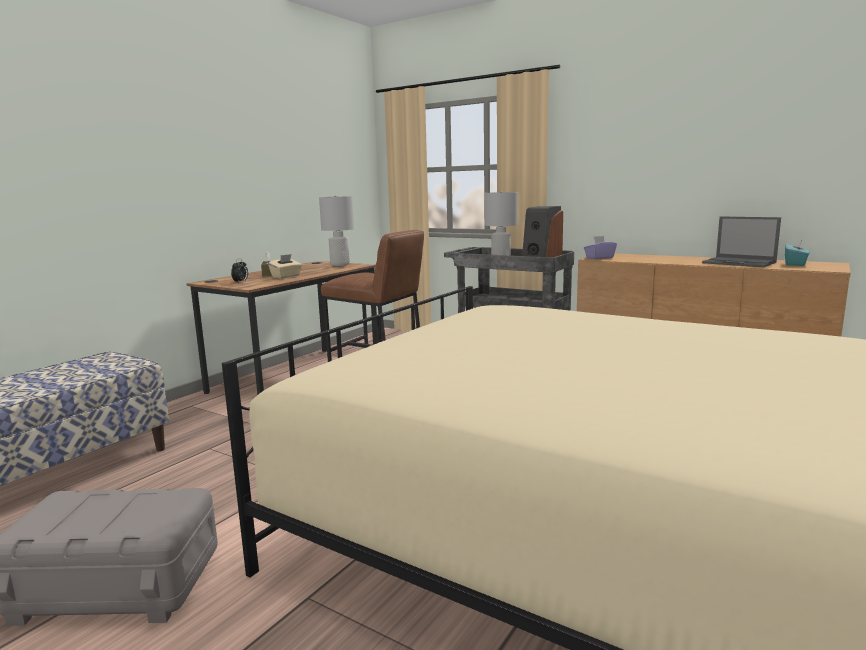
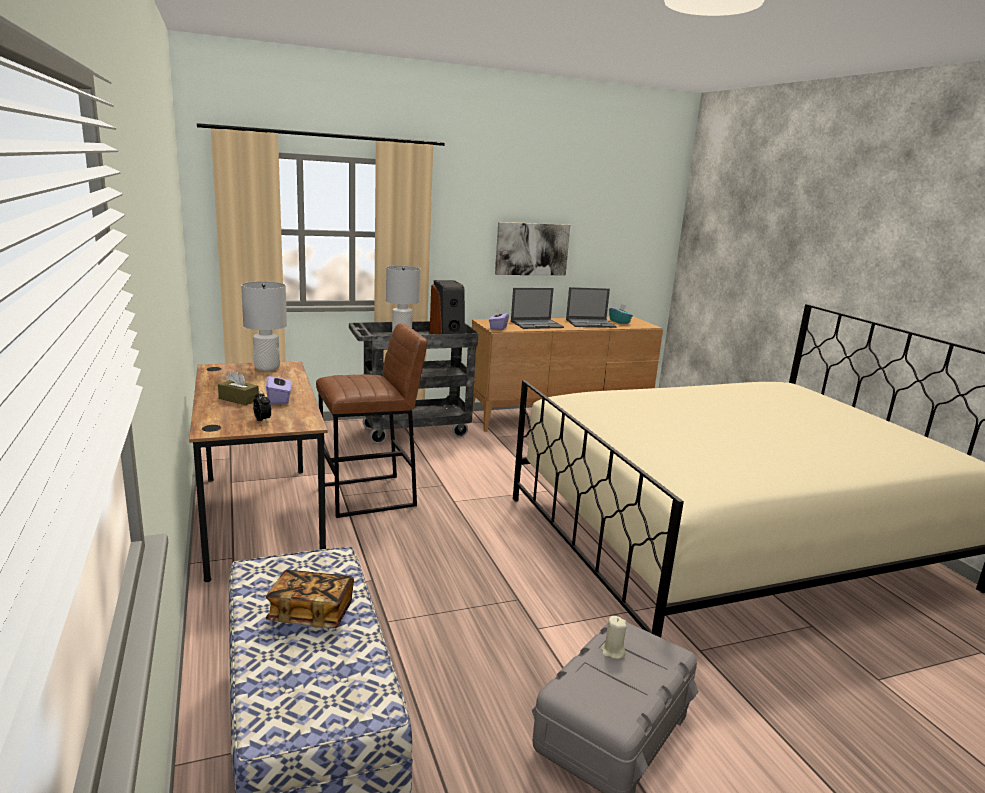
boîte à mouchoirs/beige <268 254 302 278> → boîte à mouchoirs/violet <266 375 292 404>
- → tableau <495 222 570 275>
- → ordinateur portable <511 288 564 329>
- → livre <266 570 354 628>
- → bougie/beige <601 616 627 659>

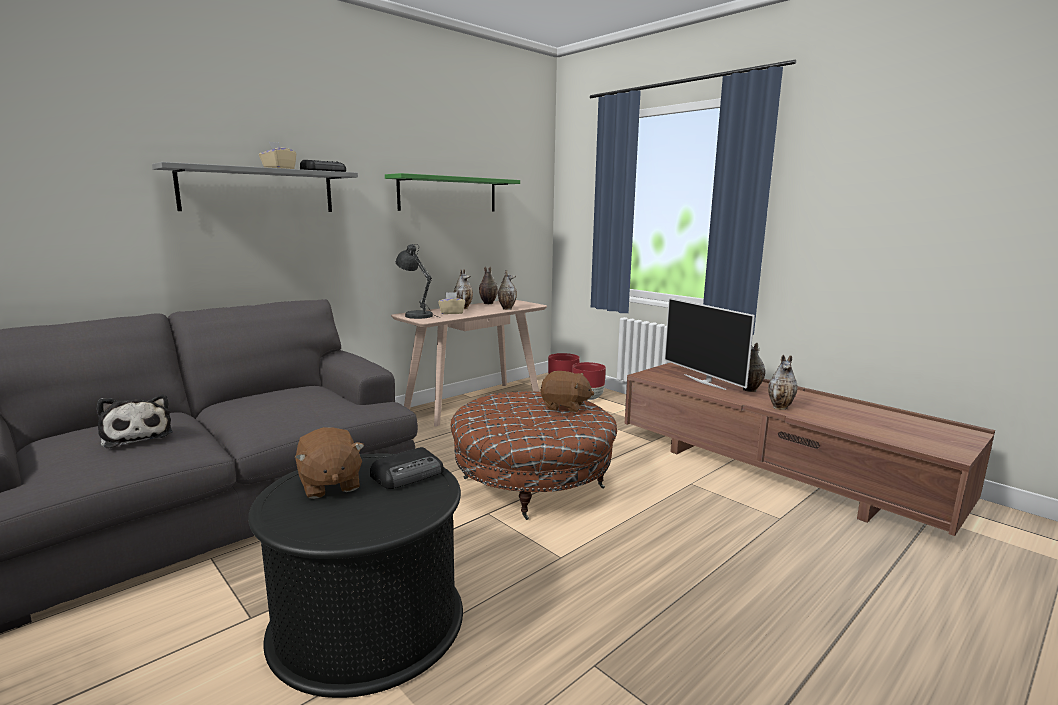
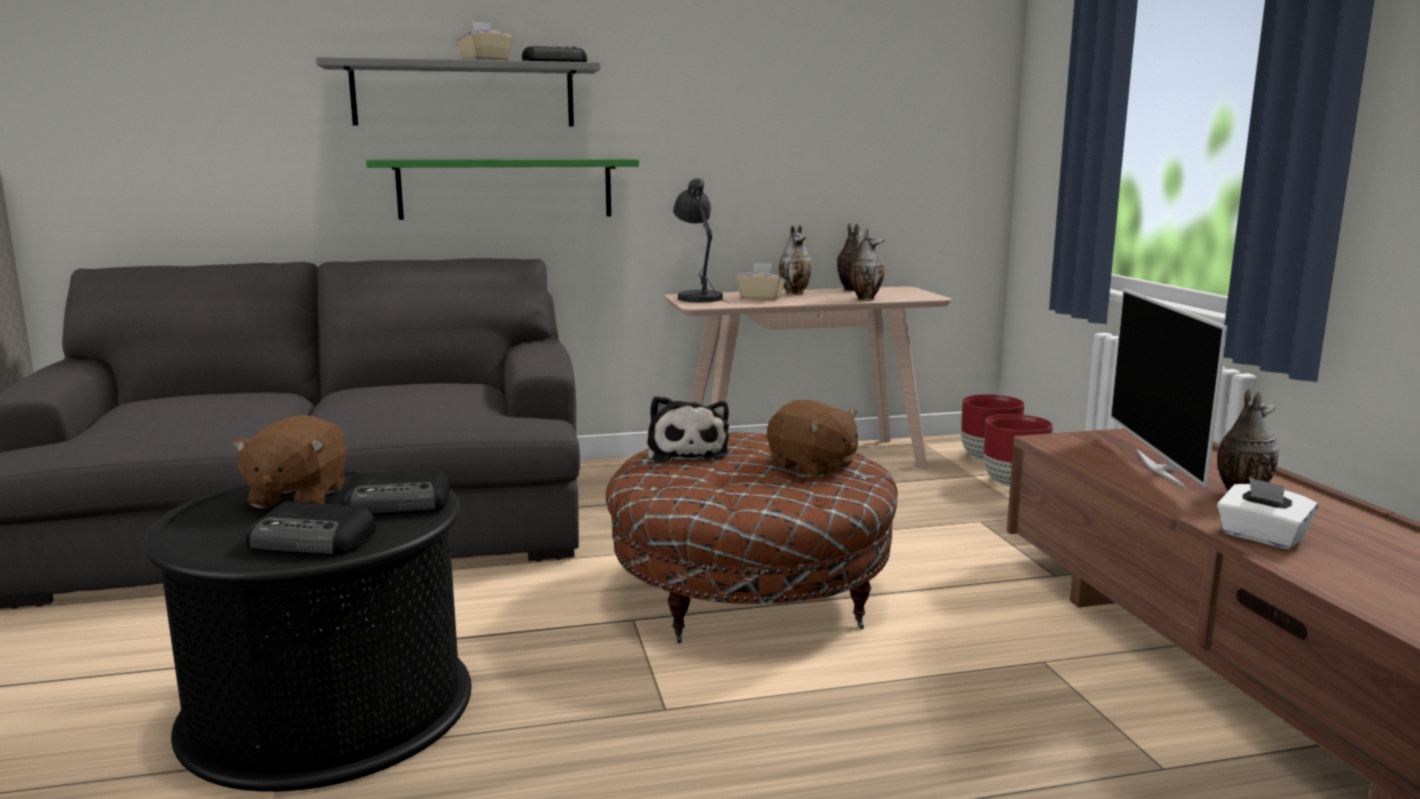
étagère/vert <385 173 520 212> → étagère/vert <366 159 639 220>, moved
vase <768 355 798 410> → boîte à mouchoirs/blanc <1217 477 1318 549>
peluche <97 394 172 449> → peluche <647 396 729 463>, moved
- → radio <246 502 376 555>

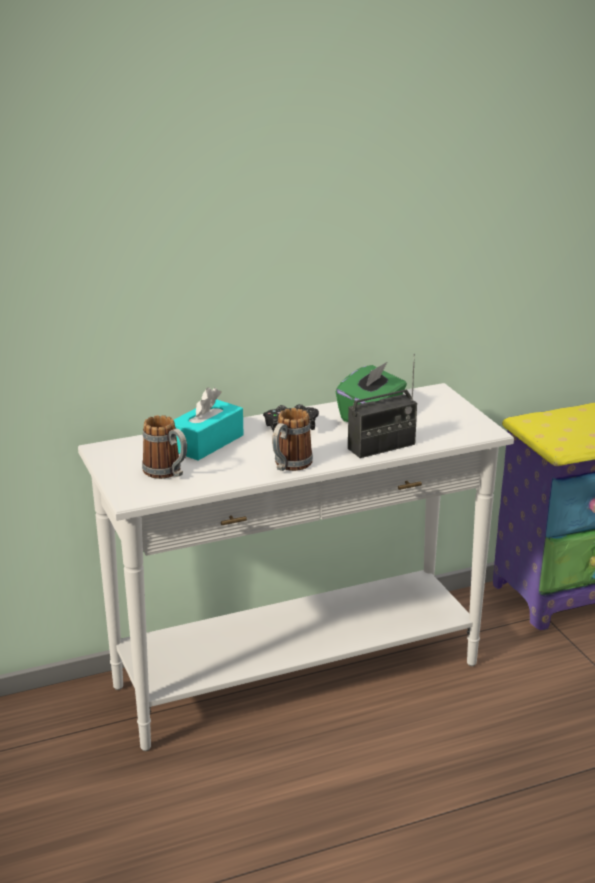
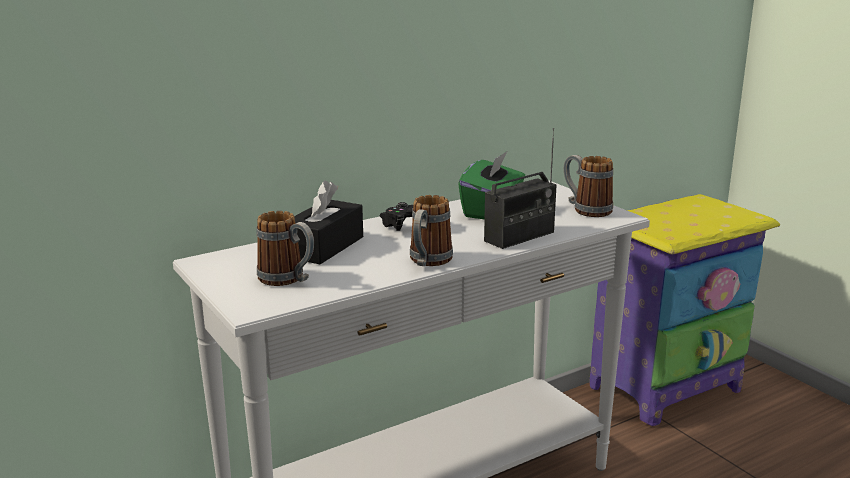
boîte à mouchoirs/turquoise <174 388 244 460> → boîte à mouchoirs/noir <294 180 363 264>
- → mug <564 155 613 217>

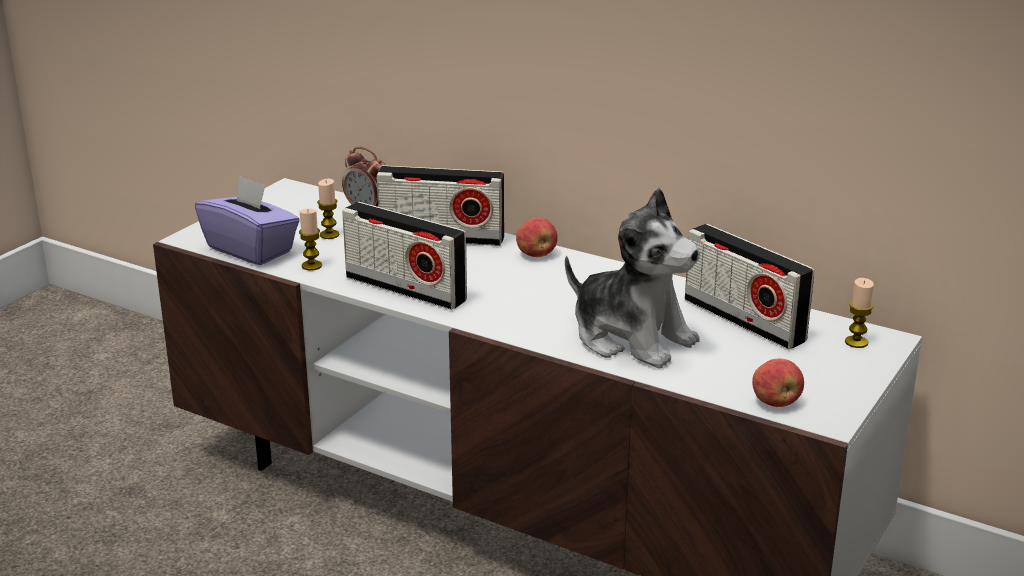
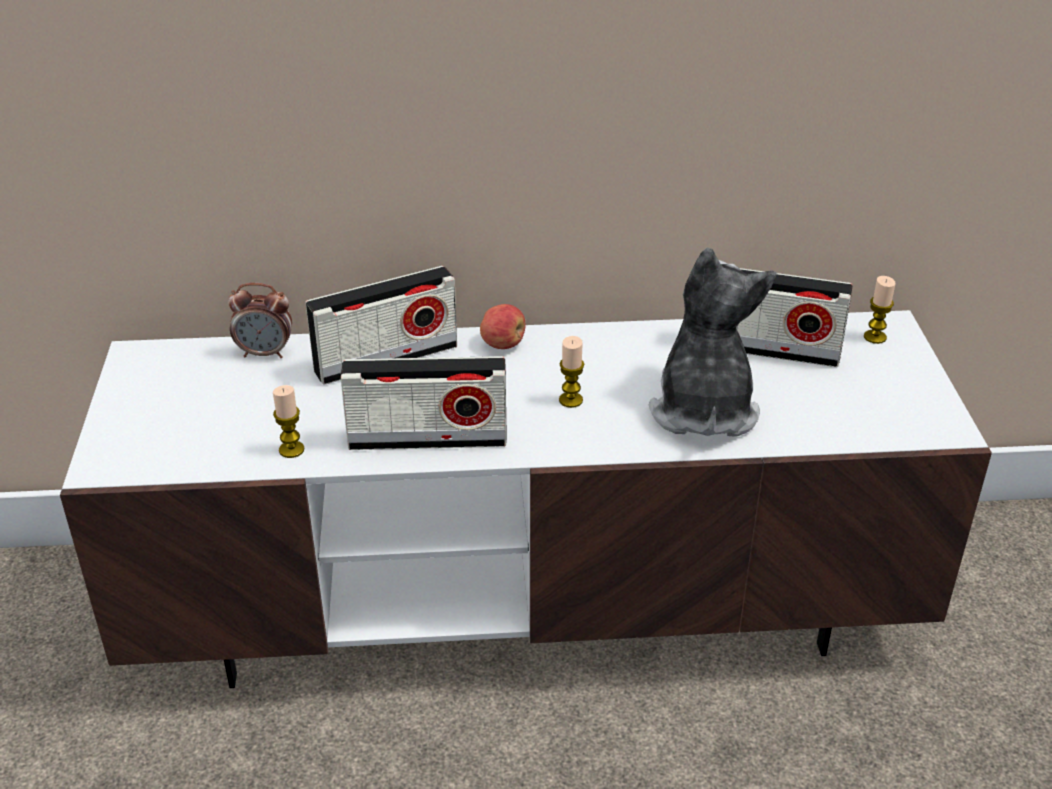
boîte à mouchoirs/violet <195 176 300 265> → -
bougie <317 179 339 239> → bougie <559 336 585 408>, moved
peluche <565 188 700 368> → peluche <649 247 777 437>, 90 degrees counterclockwise
pomme <752 359 804 407> → -

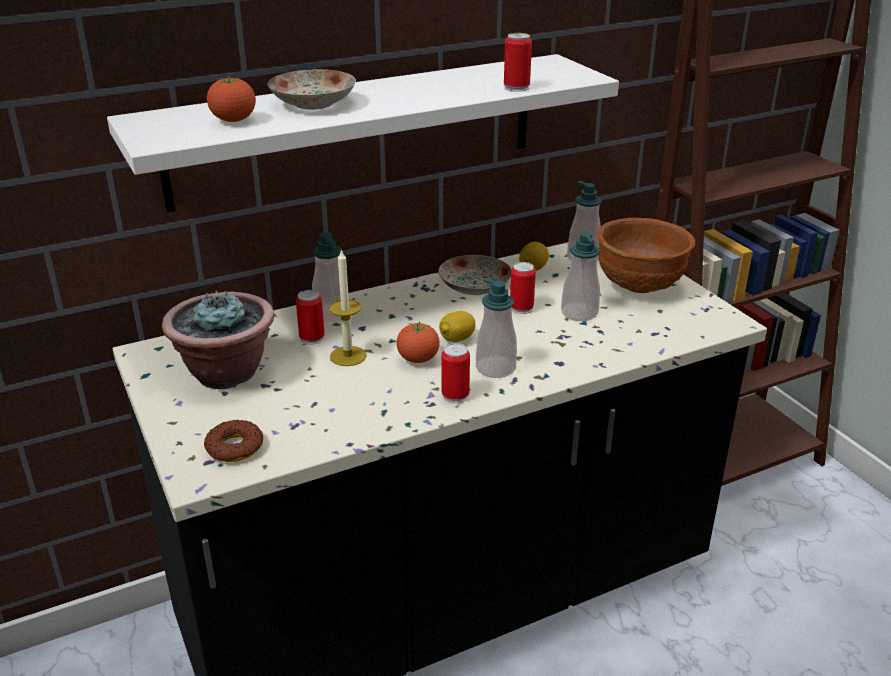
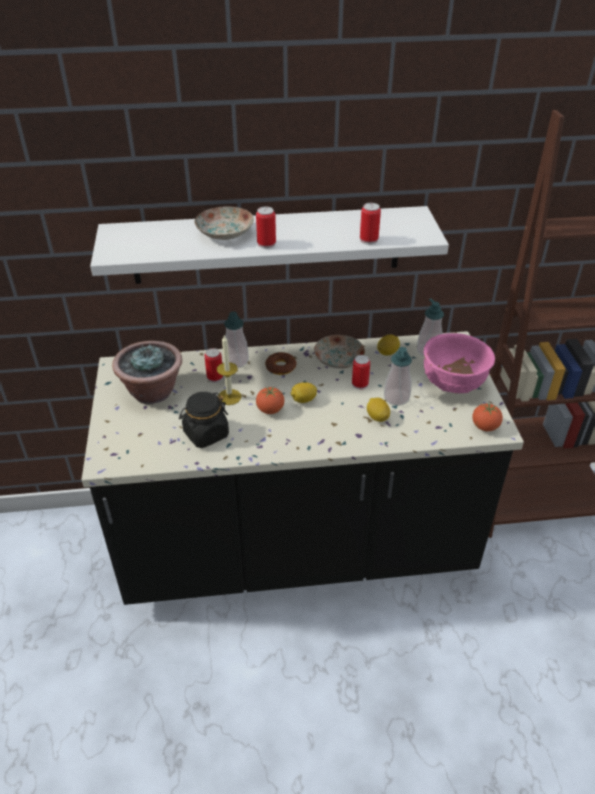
tomate <207 75 256 122> → tomate <472 403 503 431>, moved
bol/marron <597 218 695 293> → bol/rose <424 333 495 393>
distributeur de savon <476 278 517 378> → -
boîte métallique <442 343 470 403> → boîte métallique <256 206 276 249>, moved
beignet <204 420 263 462> → beignet <265 352 297 375>, moved
- → bocal/noir <179 392 229 448>
- → citron <367 398 390 422>

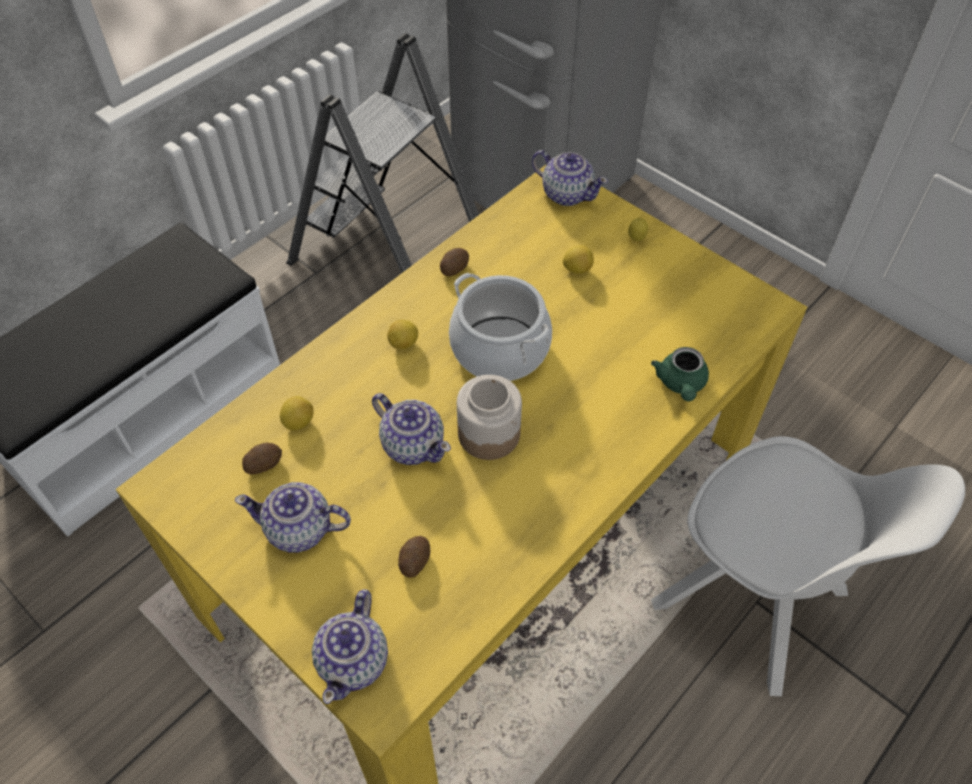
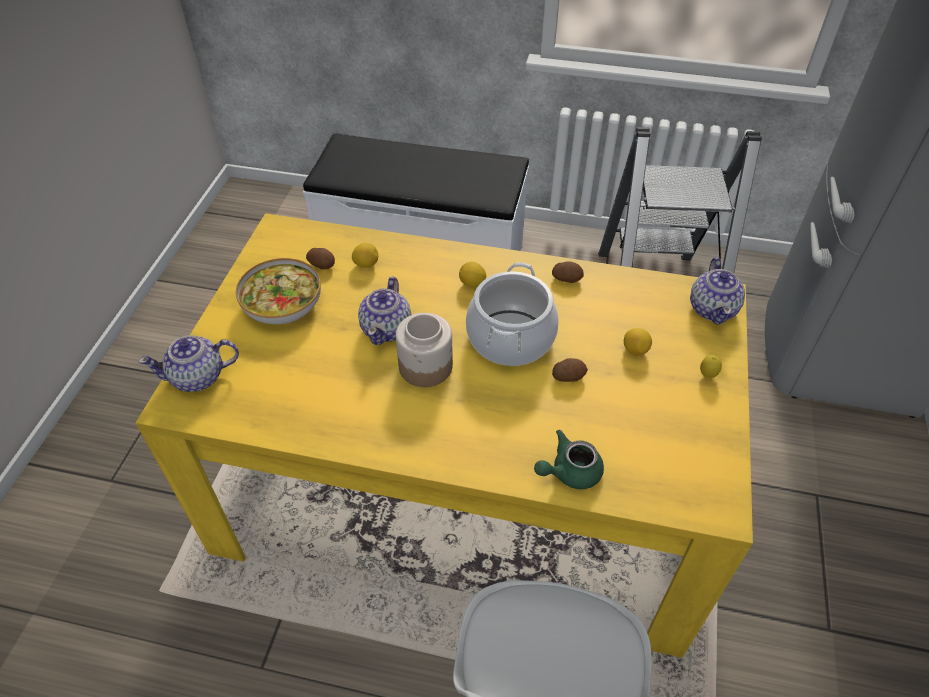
théière <235 482 351 552> → bol <236 258 321 325>
pomme de terre <398 536 430 578> → pomme de terre <552 358 588 382>, moved

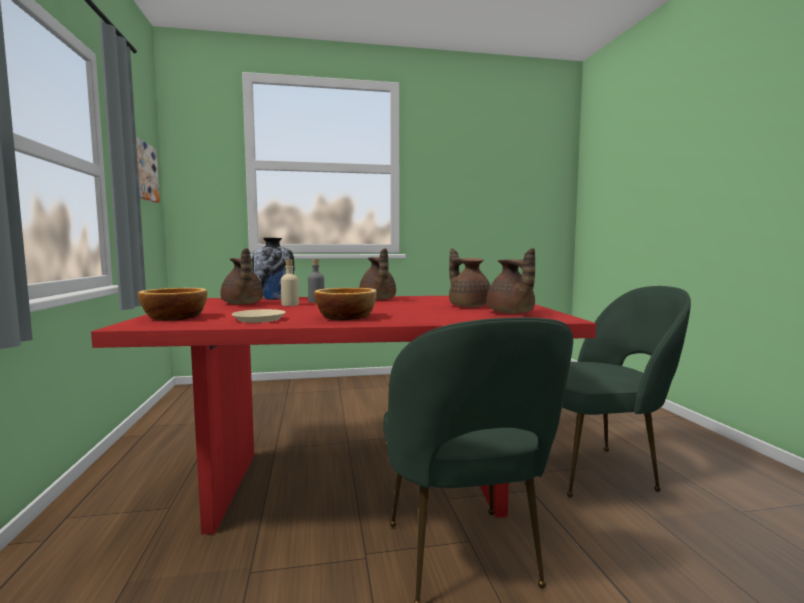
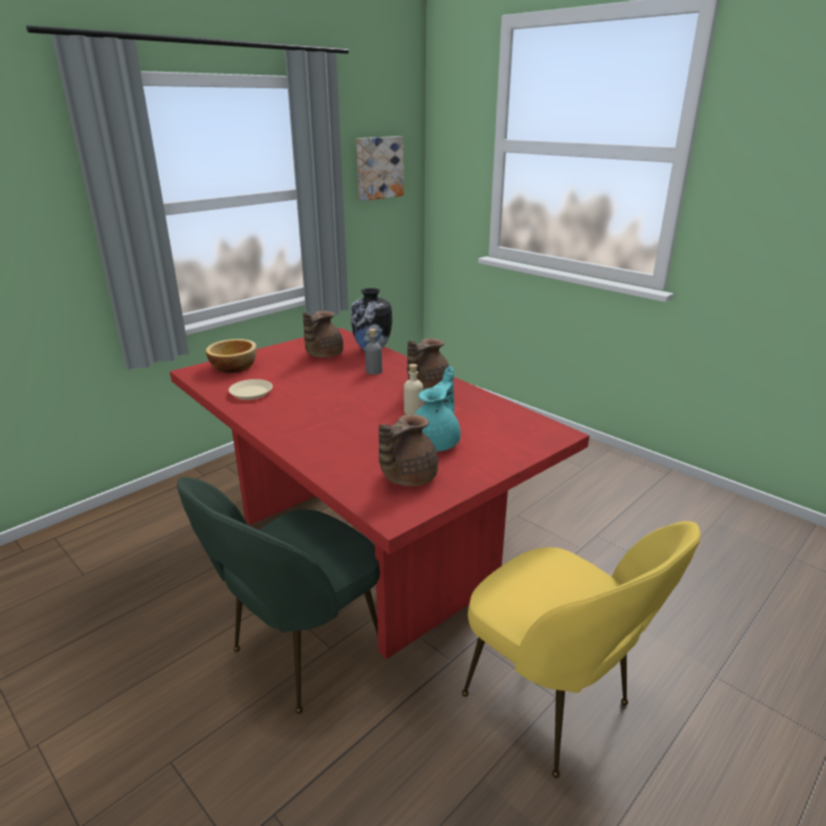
théière/marron <449 248 490 307> → théière/turquoise <415 366 461 451>
bouteille/beige <281 260 299 306> → bouteille/beige <404 364 423 415>, moved
chaise/vert <562 286 691 498> → chaise/jaune <462 521 701 778>
bol <314 288 377 321> → -

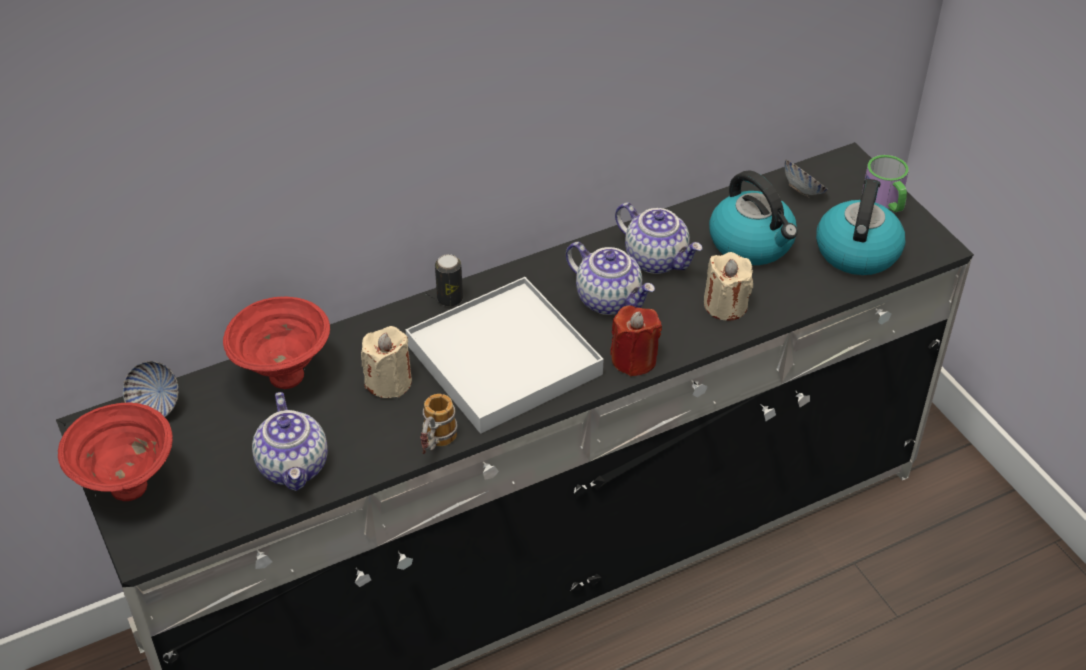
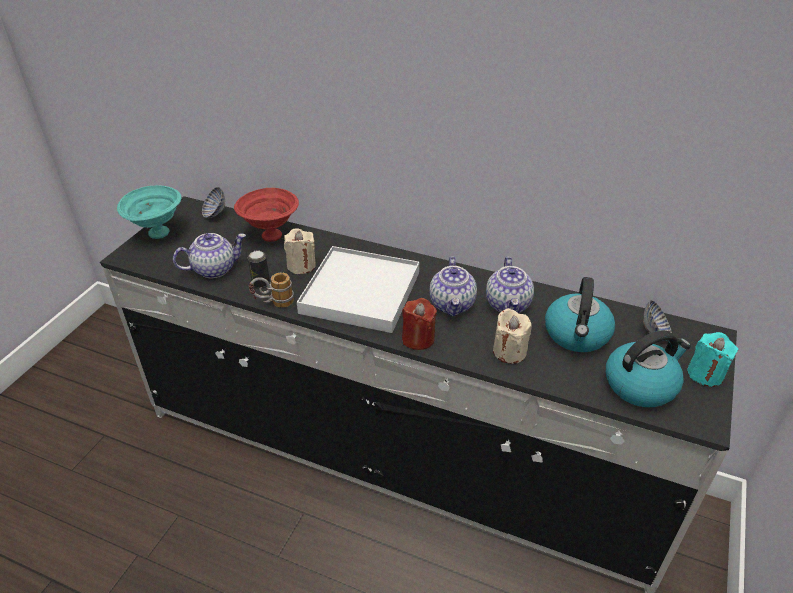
mug <862 155 909 212> → bougie/turquoise <688 332 738 387>
boîte métallique <435 254 463 307> → boîte métallique <248 250 270 288>, moved
théière <252 392 328 491> → théière <173 233 246 278>, 150 degrees counterclockwise
bol/rouge <58 403 173 501> → bol/turquoise <117 185 181 239>

